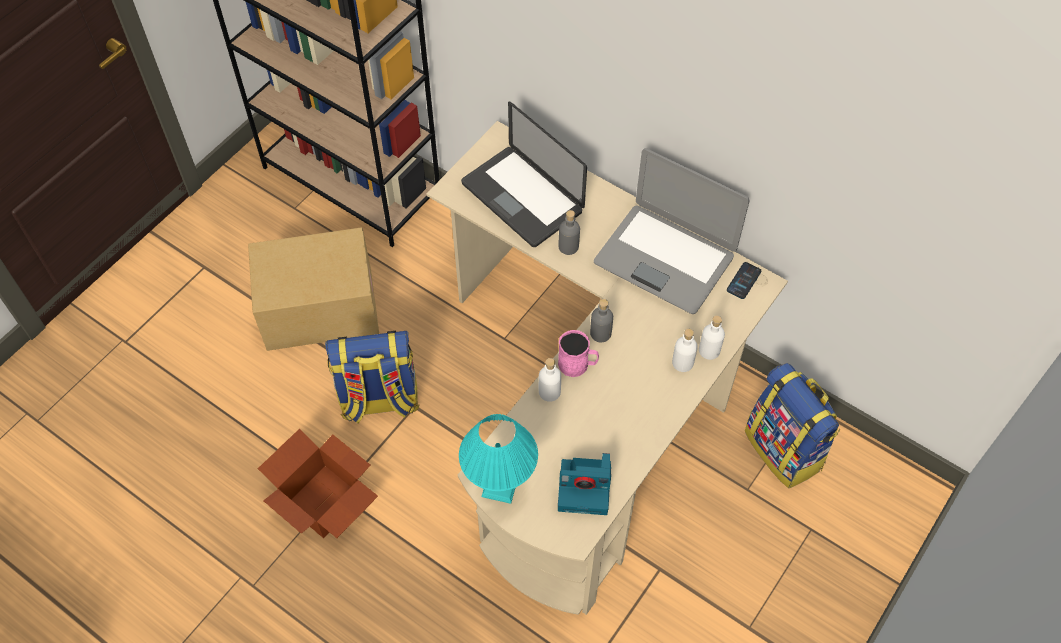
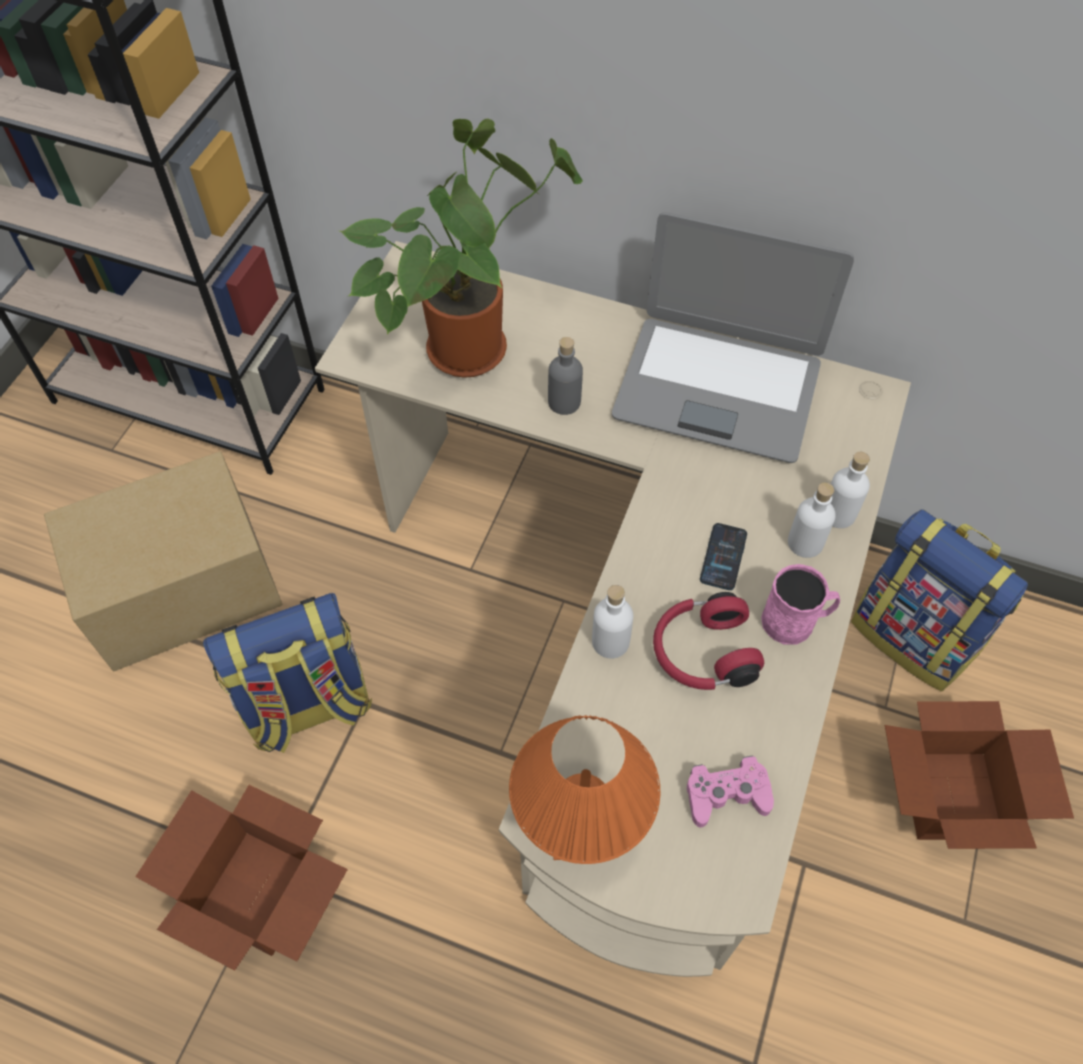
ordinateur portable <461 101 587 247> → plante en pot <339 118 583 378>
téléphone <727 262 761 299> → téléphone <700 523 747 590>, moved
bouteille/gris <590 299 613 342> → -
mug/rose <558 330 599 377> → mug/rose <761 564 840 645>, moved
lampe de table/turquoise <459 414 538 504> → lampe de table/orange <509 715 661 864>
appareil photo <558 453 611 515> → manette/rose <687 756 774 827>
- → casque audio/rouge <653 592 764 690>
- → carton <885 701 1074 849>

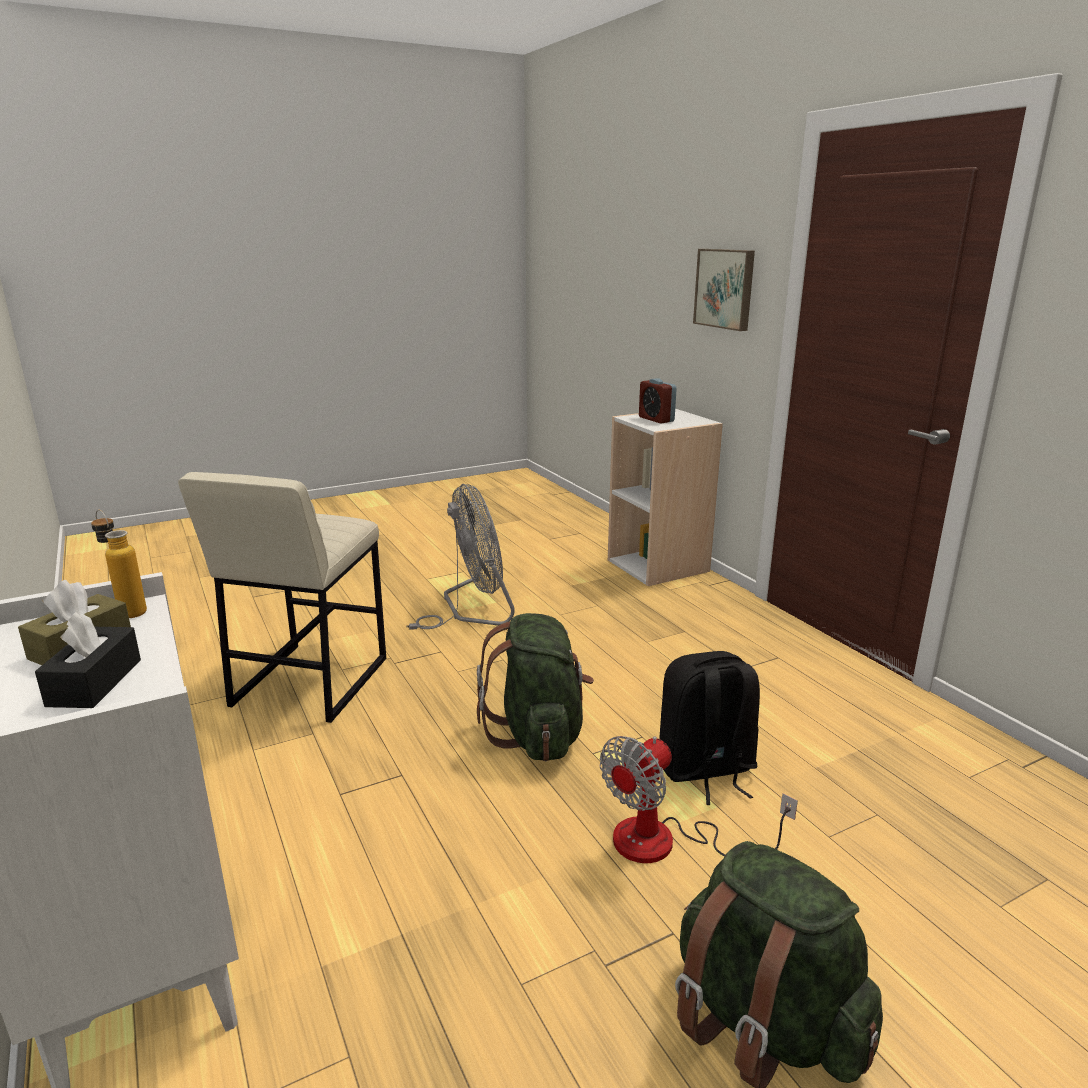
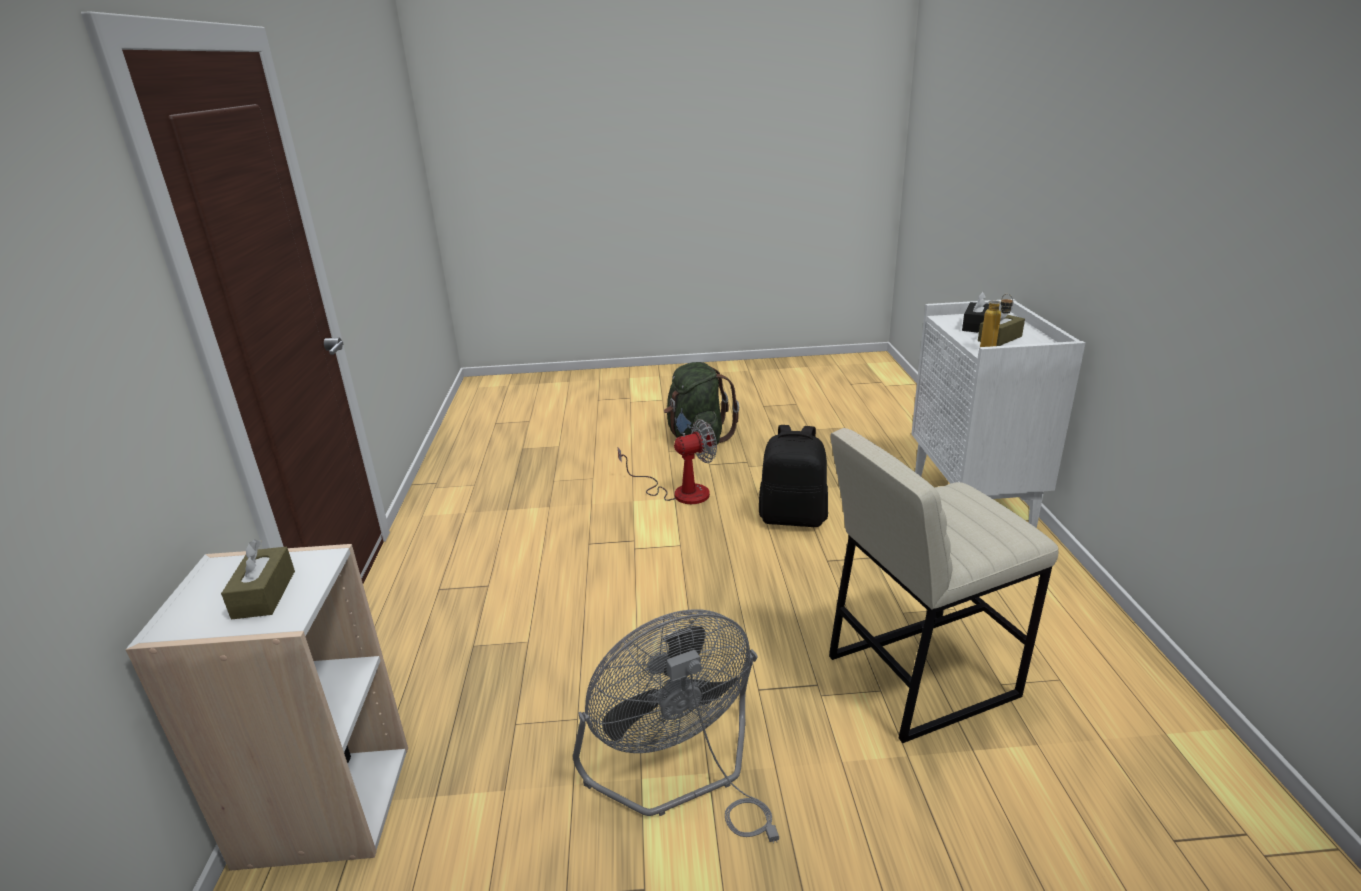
tableau <693 249 755 331> → -
réveil <639 378 677 424> → boîte à mouchoirs/marron <221 539 295 619>
chaise/beige <178 472 386 723> → chaise/beige <829 428 1058 743>, 150 degrees counterclockwise
ventilateur/gris <407 484 515 630> → ventilateur/gris <573 609 779 843>, 60 degrees clockwise
sac à dos/vert <477 613 594 761> → -
sac à dos/noir <659 651 760 805> → sac à dos/noir <759 425 828 527>, moved

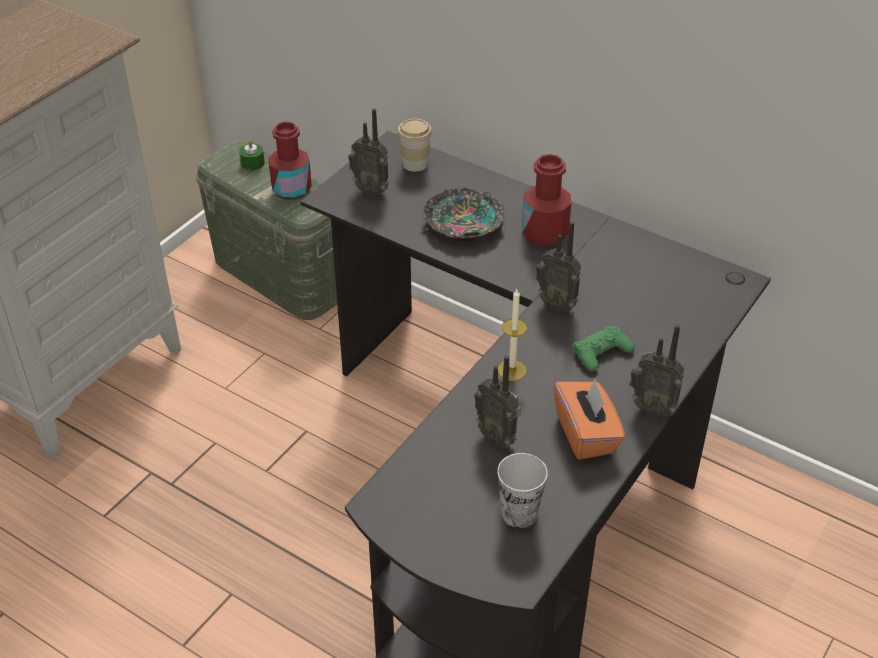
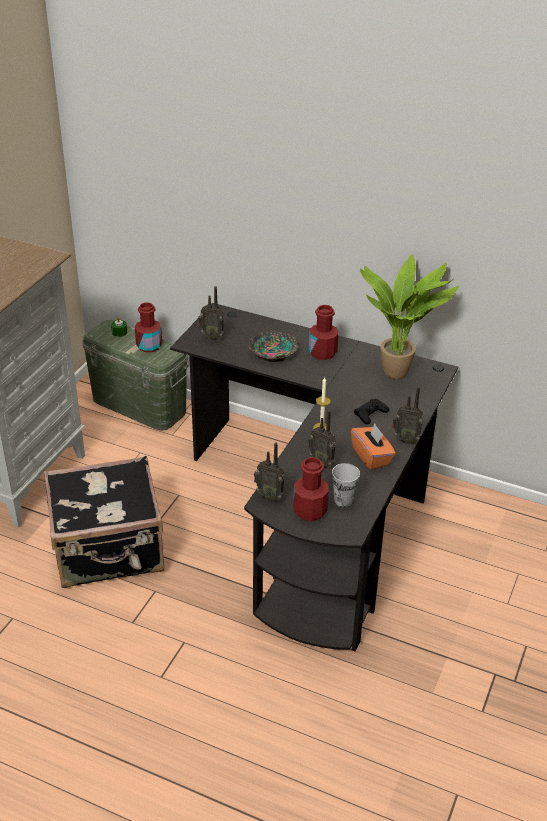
tasse <397 118 432 172> → -
radio <536 221 581 312> → radio <254 442 284 502>, moved
manette/vert <572 326 635 371> → manette/noir <354 399 389 424>
- → plante en pot <360 254 459 380>
- → valise/noir <44 456 164 588>
- → bouteille/rouge <293 457 329 521>

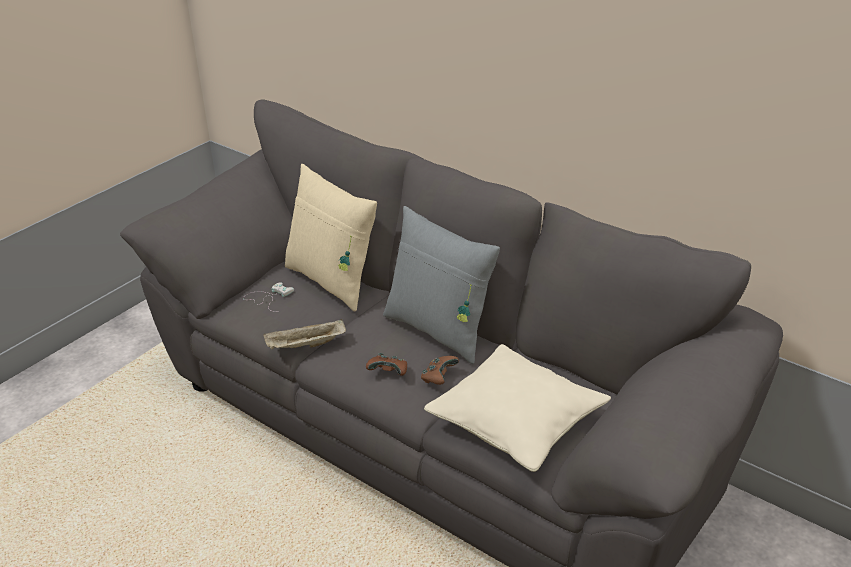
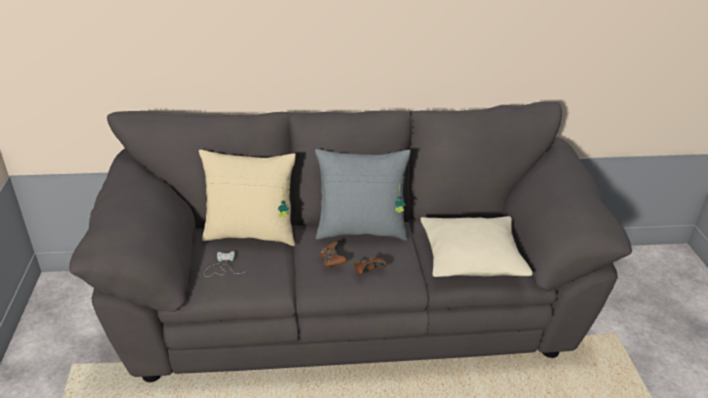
plateau/beige <264 319 346 349> → -
manette/marron <421 356 459 385> → manette/marron <320 242 347 268>, moved

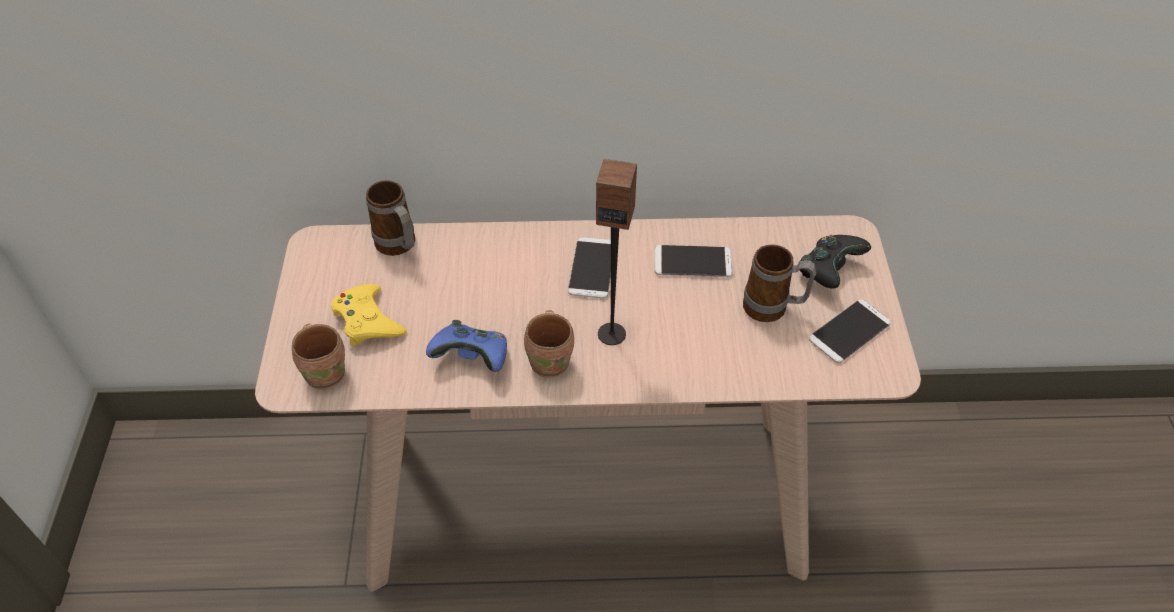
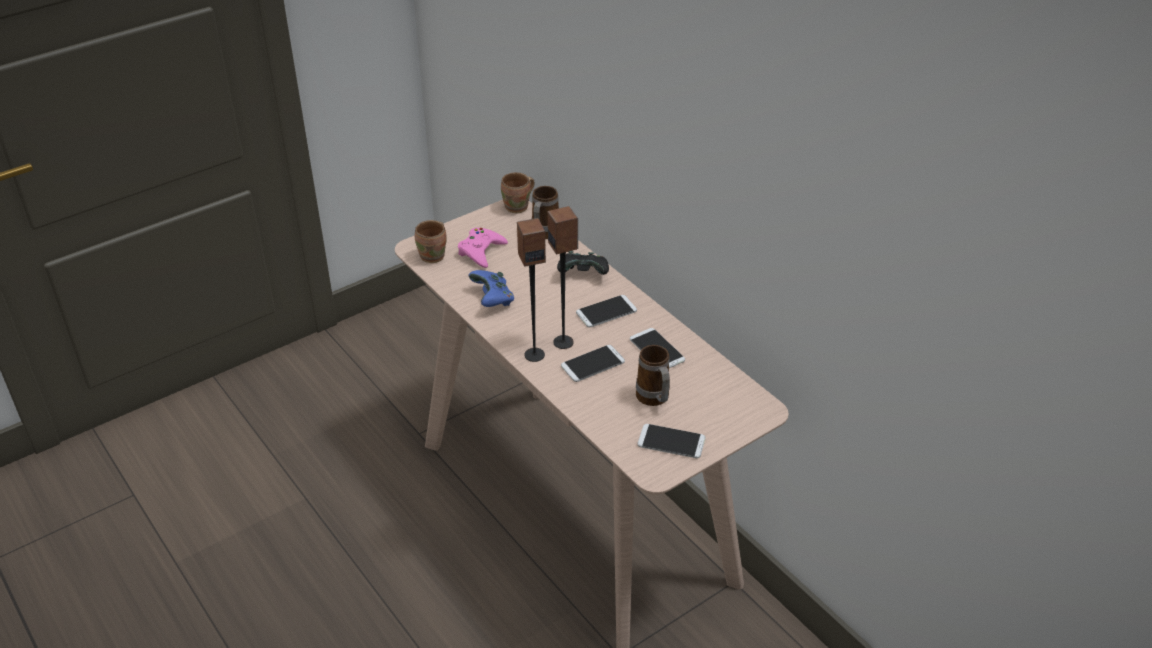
manette/noir <799 235 871 289> → manette/noir <557 251 609 275>, moved
manette/jaune <331 284 407 346> → manette/rose <458 228 508 268>
mug/marron <524 310 574 378> → mug/marron <501 172 535 213>, moved
- → enceinte <517 218 546 362>
- → téléphone <561 345 625 382>

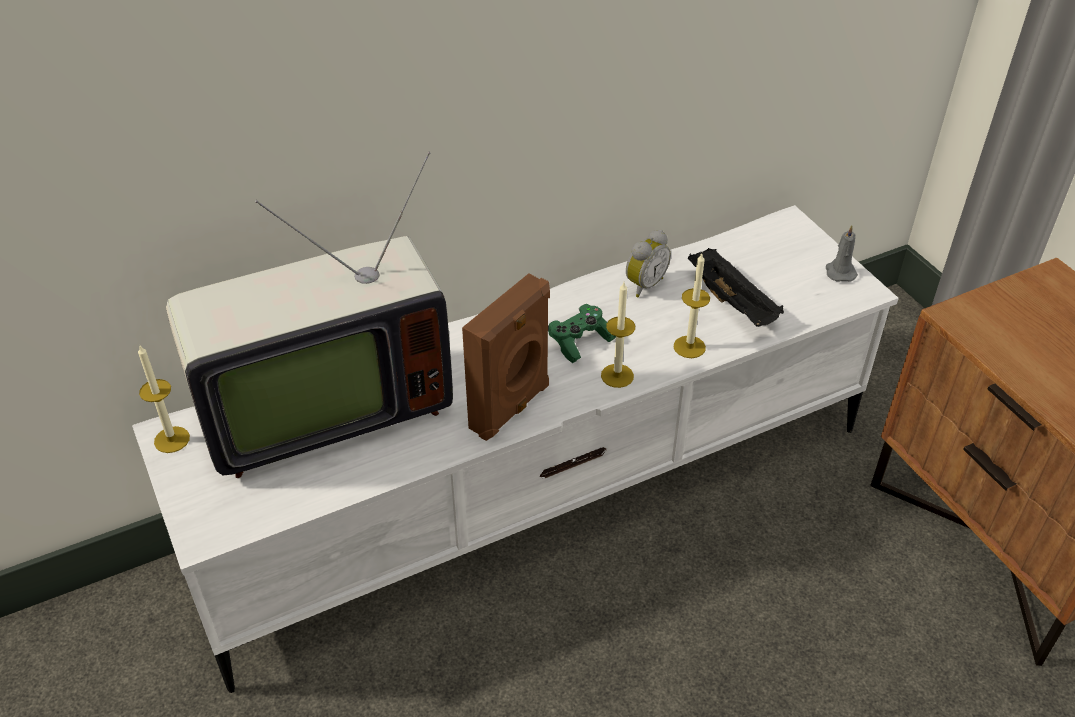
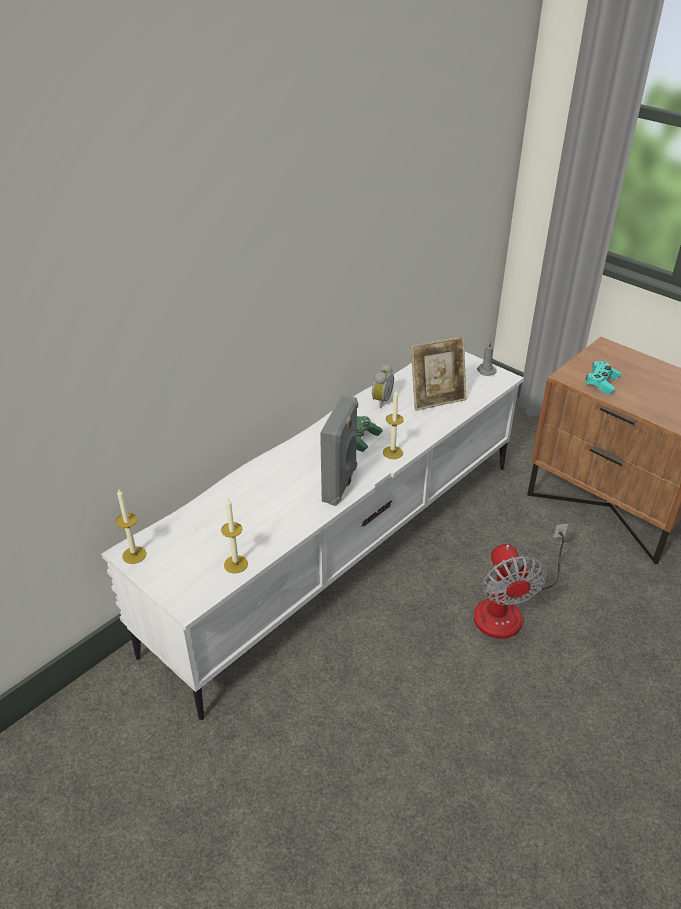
téléviseur <166 151 453 478> → -
plateau/noir <688 248 784 327> → cadre photo <411 336 466 411>
bougie <674 254 710 358> → bougie <221 498 248 574>, moved
enceinte/marron <462 273 550 441> → enceinte/gris <320 396 358 506>
- → manette/turquoise <586 361 621 394>
- → ventilateur <474 524 568 639>

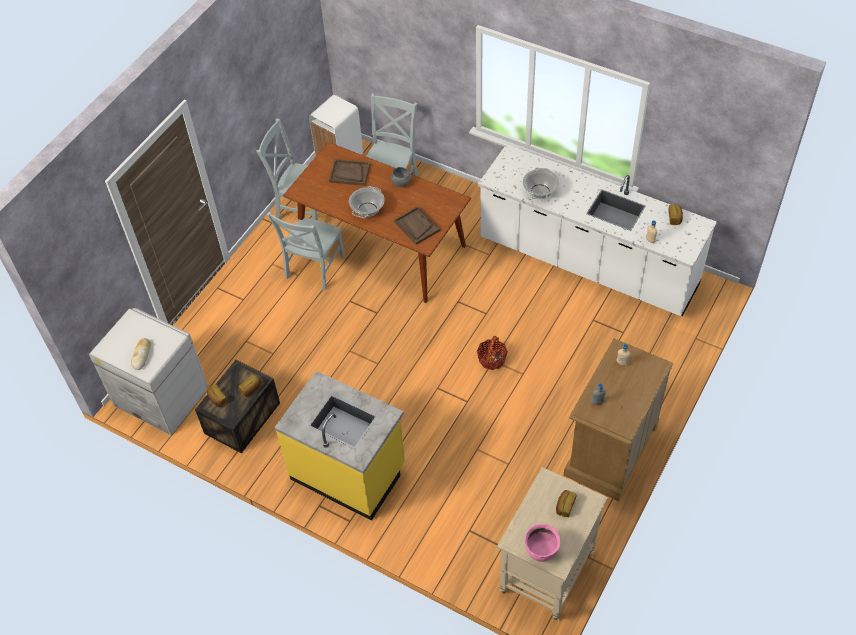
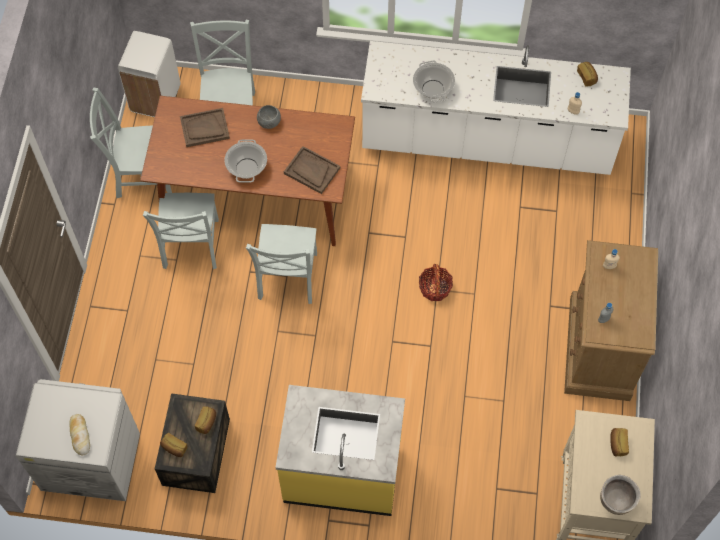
marmite/rose <525 524 561 562> → marmite/marron <600 475 641 515>
- → chaise/gris <246 224 317 304>

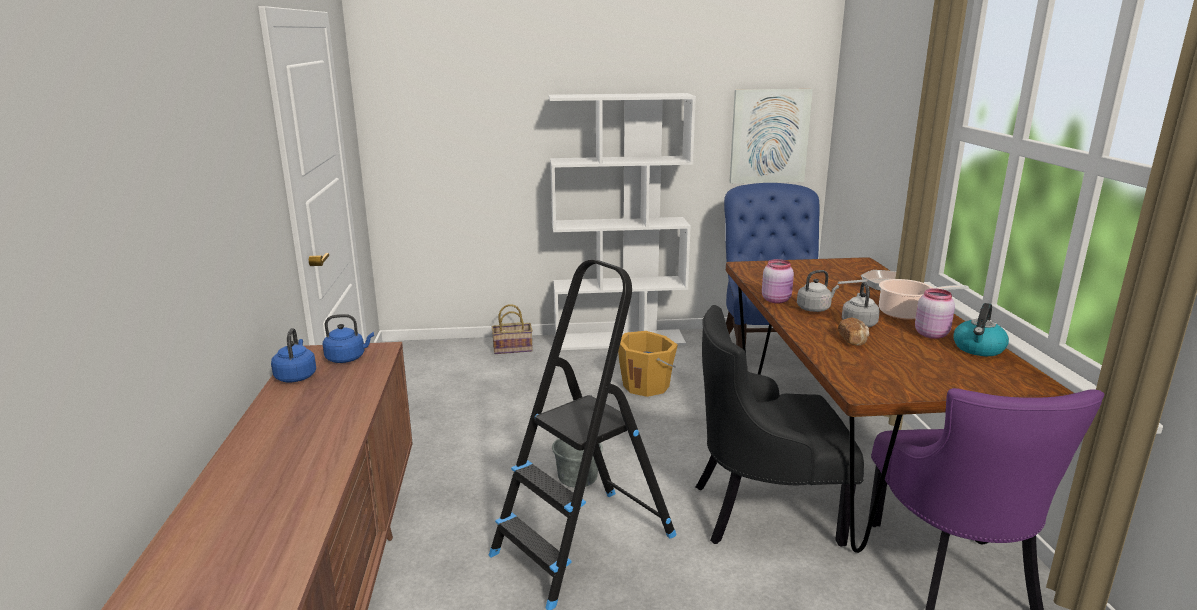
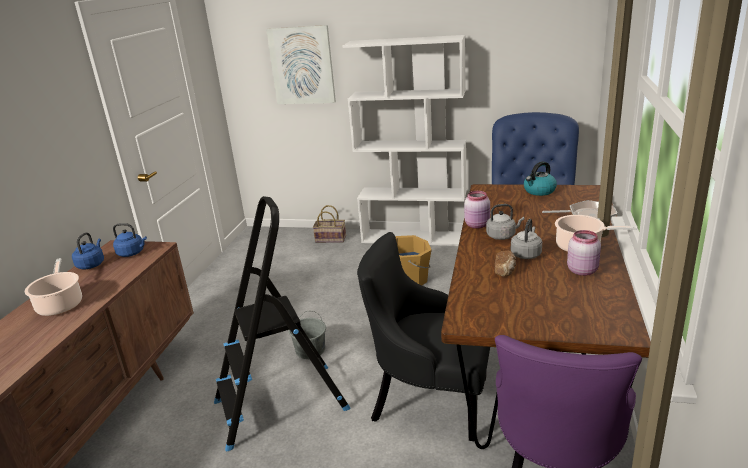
tableau <729 89 813 184> → tableau <266 25 336 104>, moved
bouilloire <953 303 1009 356> → bouilloire <524 161 557 196>, moved
- → marmite <25 258 82 316>

